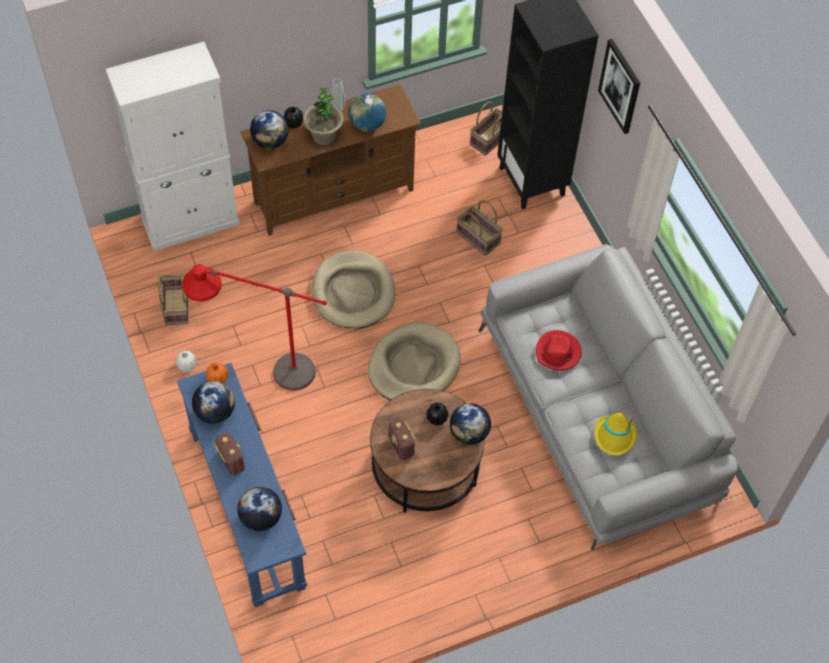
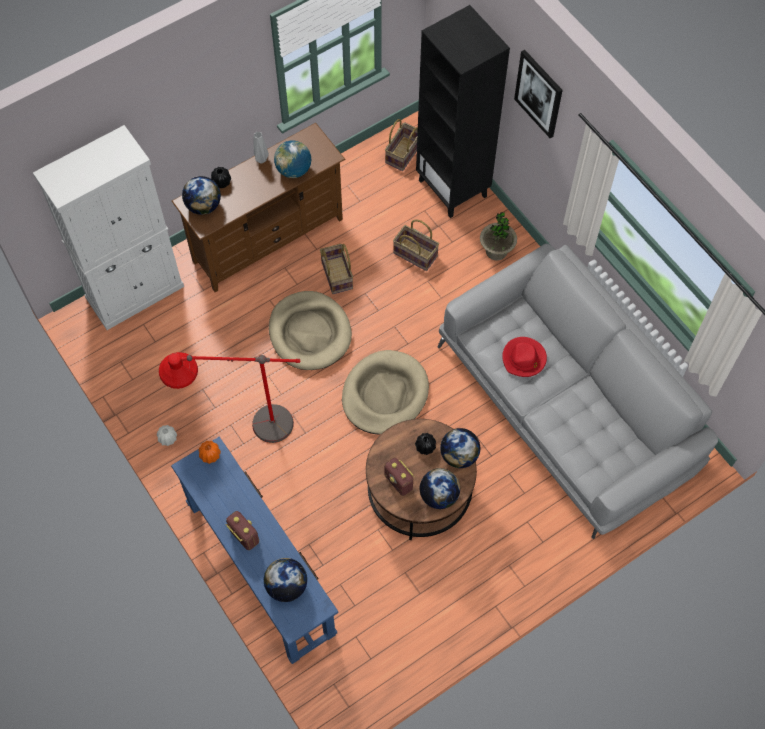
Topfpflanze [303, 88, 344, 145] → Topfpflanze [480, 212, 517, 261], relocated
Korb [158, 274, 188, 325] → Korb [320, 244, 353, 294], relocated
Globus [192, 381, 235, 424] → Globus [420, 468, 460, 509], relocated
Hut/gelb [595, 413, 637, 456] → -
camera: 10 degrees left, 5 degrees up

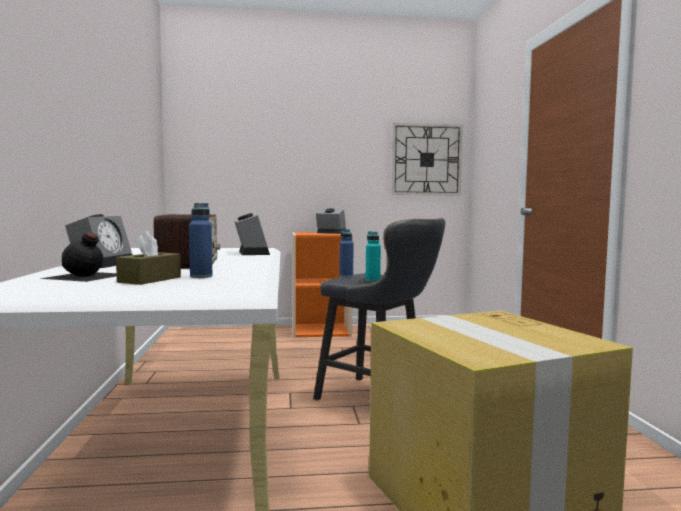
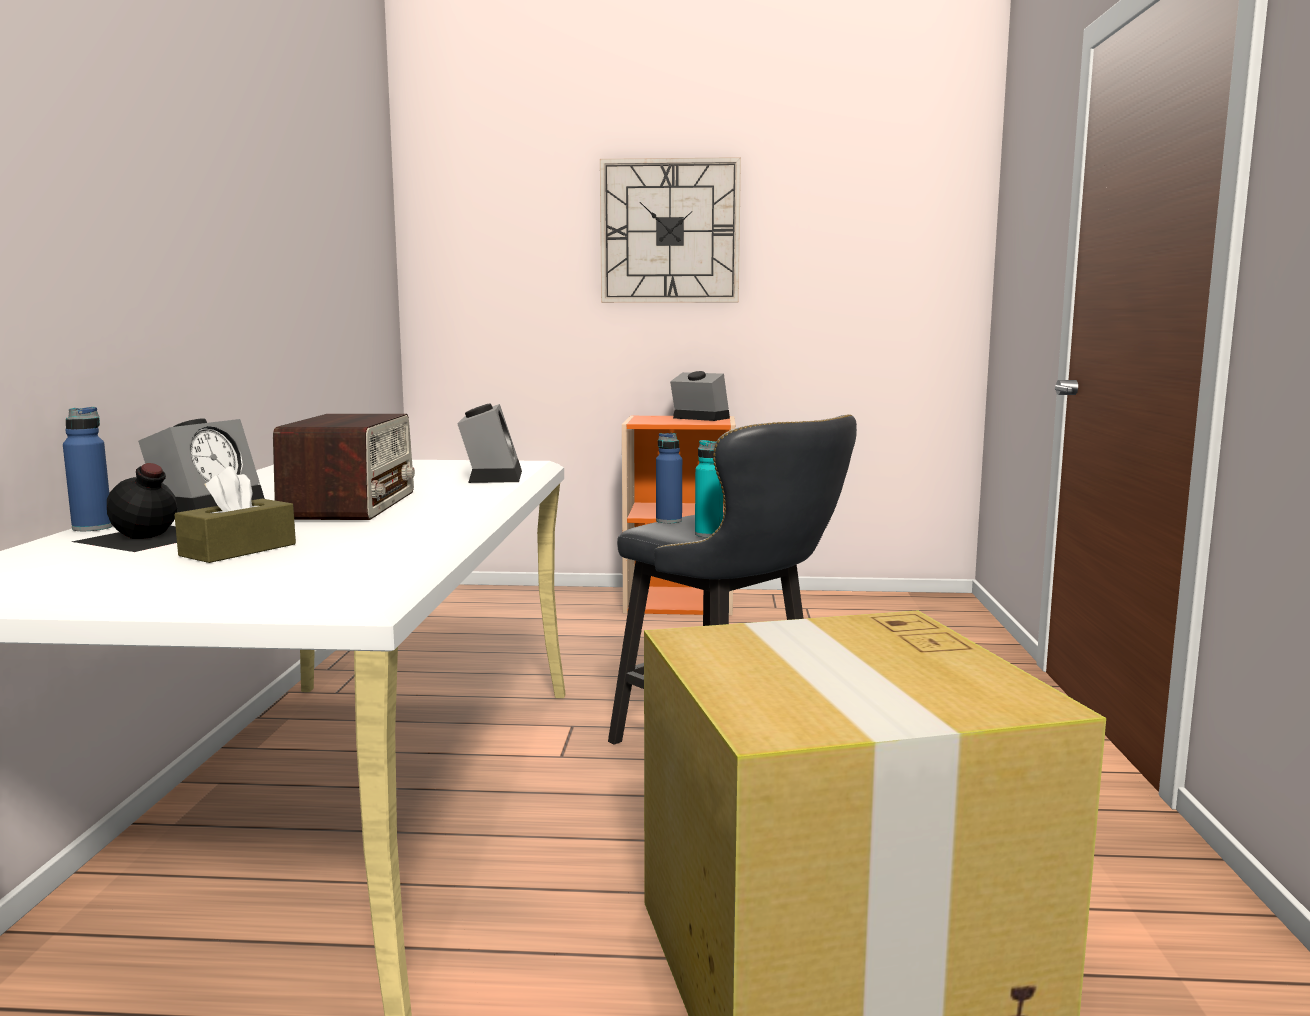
Wanduhr [392, 123, 463, 196] → Wanduhr [600, 157, 741, 303], relocated
Flasche/blau [189, 203, 213, 278] → Flasche/blau [63, 407, 113, 531], relocated
camera: 10 degrees right, 5 degrees up

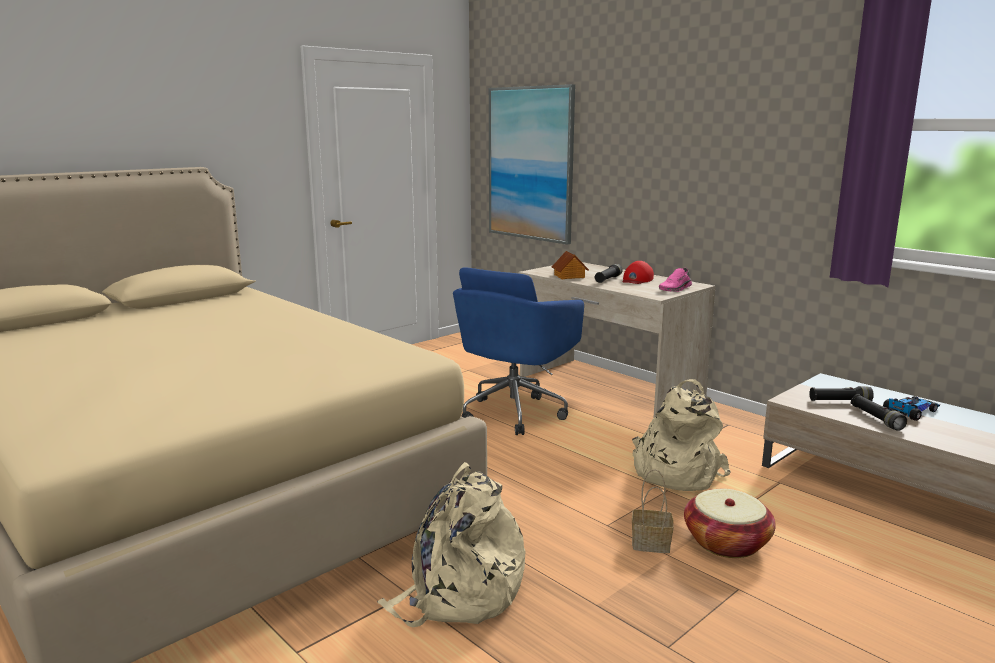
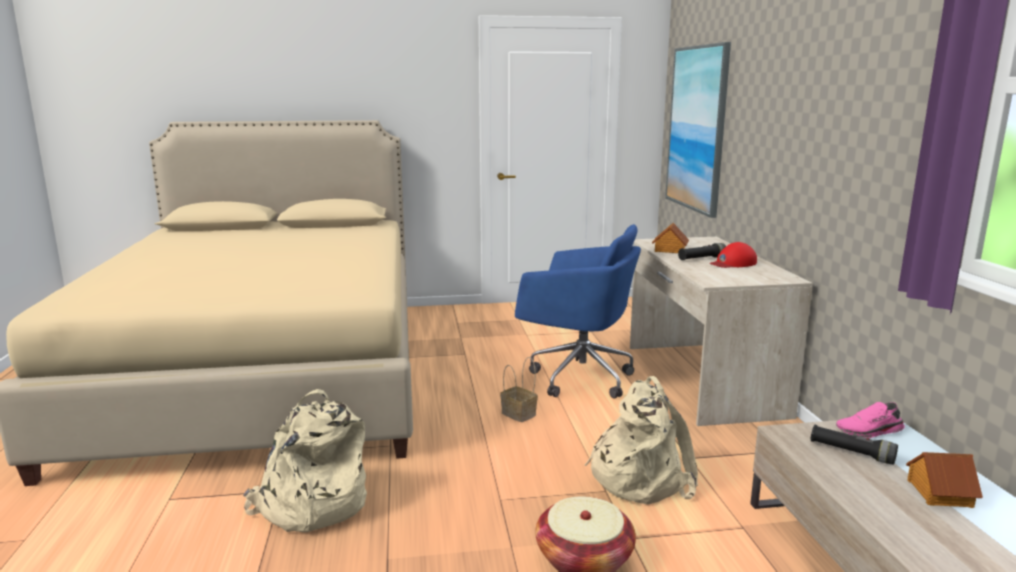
Bürostuhl/blau [453, 267, 584, 435] → Bürostuhl/blau [515, 224, 641, 398], 135 degrees counterclockwise
Schuh/rosa [659, 268, 692, 292] → Schuh/rosa [836, 402, 905, 438], relocated
Taschenlampe/schwarz [851, 394, 907, 431] → -
Spielzeugauto [883, 396, 940, 421] → Spielzeughaus [906, 452, 983, 508]
Korb [632, 469, 674, 553] → Korb [500, 357, 538, 422], relocated
camera: 35 degrees right, 0 degrees up

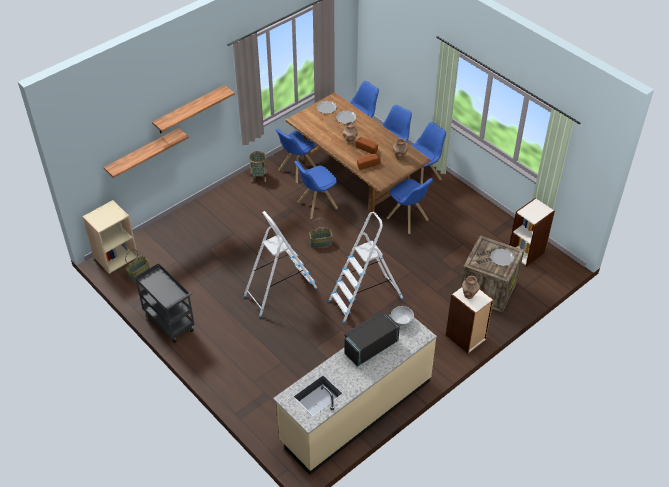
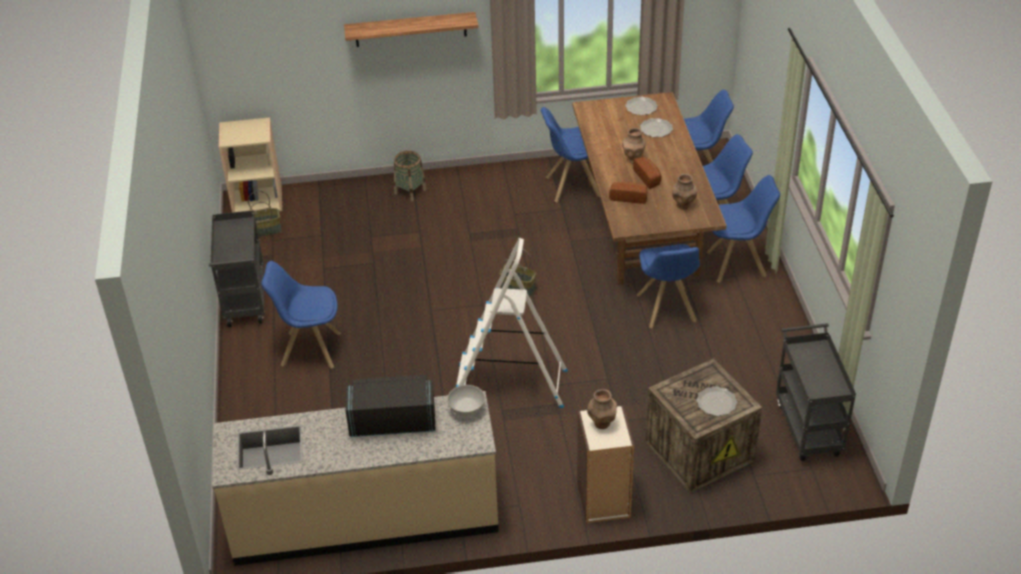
Wandregal [104, 128, 189, 178] → -
Korb [249, 151, 267, 182] → Korb [394, 151, 427, 202], relocated
Stuhl/blau [294, 160, 338, 219] → Stuhl/blau [261, 261, 341, 369], relocated
Bücherregal [510, 198, 555, 266] → Rollwagen/grau [776, 323, 856, 461]
Trittleiter/weiß [243, 211, 318, 318] → -
camera: 35 degrees right, 5 degrees down

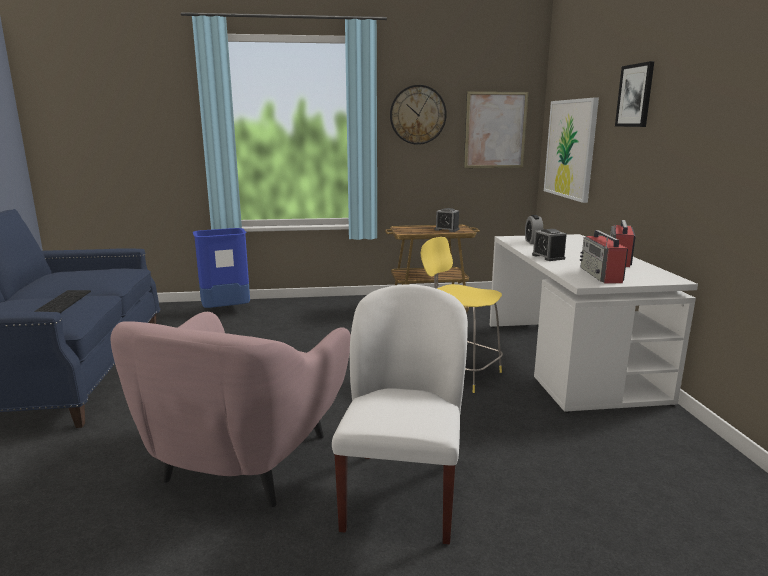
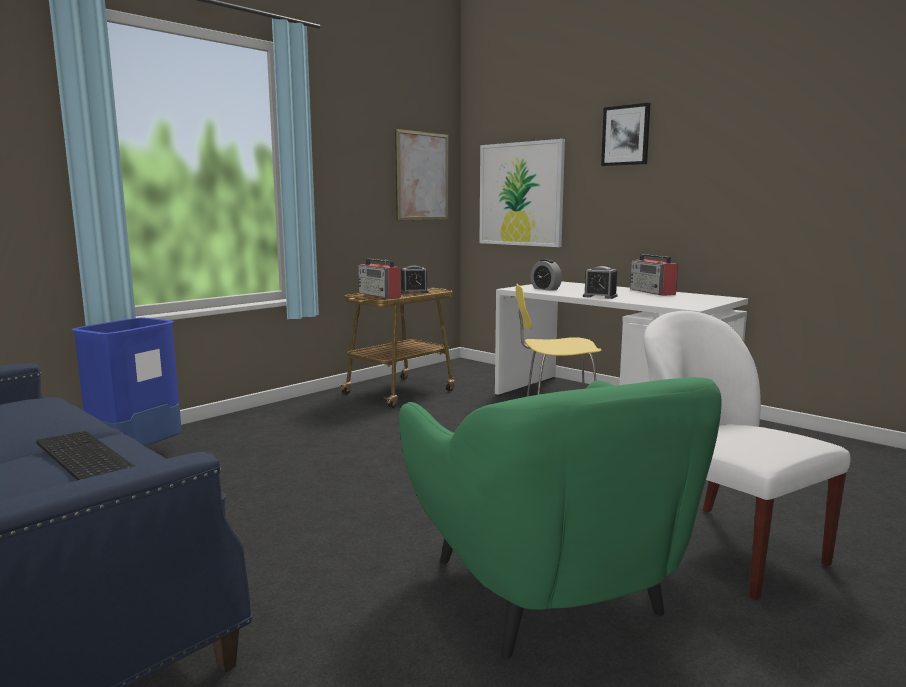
Wanduhr [390, 85, 447, 145] → -
Radio [580, 230, 628, 283] → Radio [358, 259, 401, 299], relocated
Sessel/rosa [111, 312, 351, 507] → Sessel/grün [399, 377, 722, 659]
camera: 40 degrees left, 5 degrees down

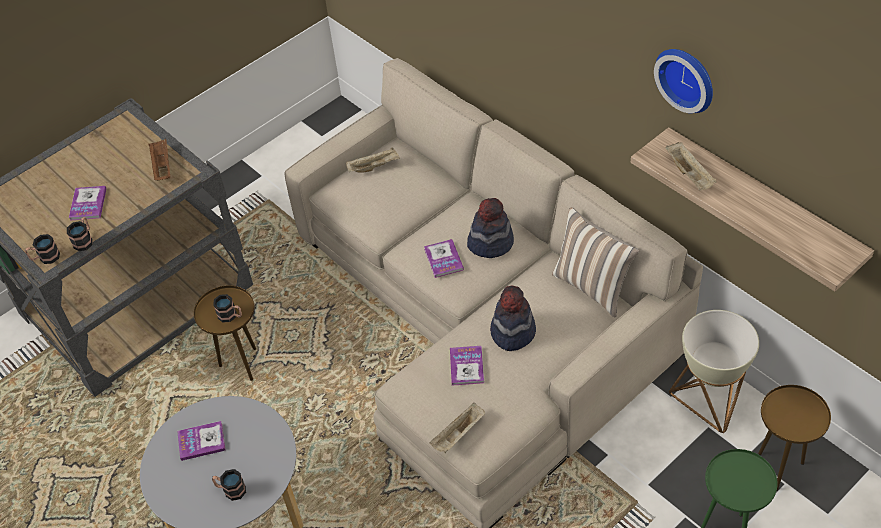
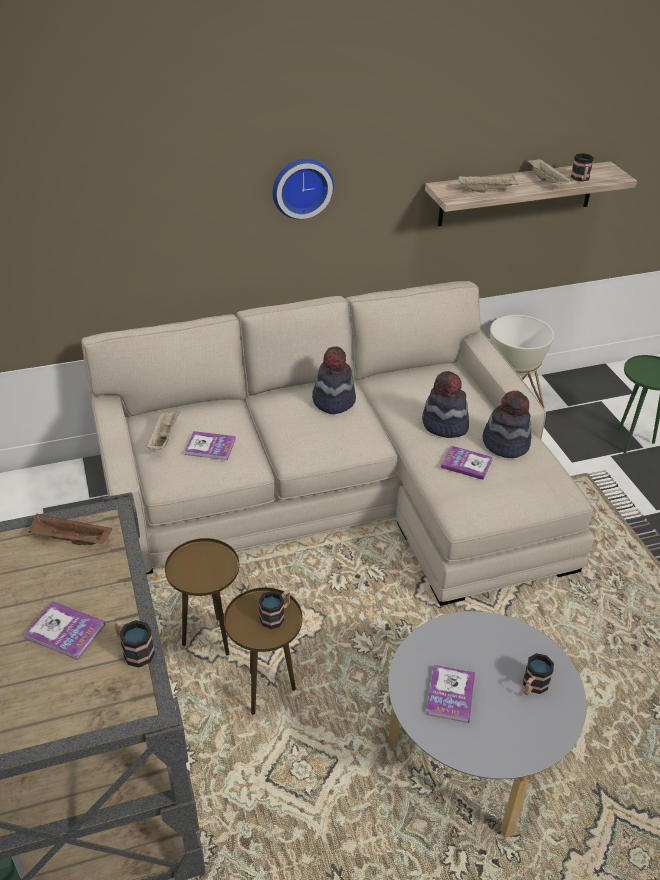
Wanduhr [654, 49, 713, 113] → Wanduhr [273, 158, 334, 219], relocated
Kissen [552, 207, 639, 318] → -
Henkelbecher [25, 234, 60, 264] → Henkelbecher [571, 153, 594, 182], relocated
Buch [424, 239, 464, 278] → Buch [185, 431, 236, 460], relocated
Beistelltisch/braun [758, 385, 831, 491] → Beistelltisch/braun [165, 538, 239, 656], relocated
Tablett/beige [429, 403, 485, 453] → Tablett/beige [528, 159, 571, 184], relocated
- → Hut [483, 391, 532, 458]
camera: 70 degrees left, 10 degrees down

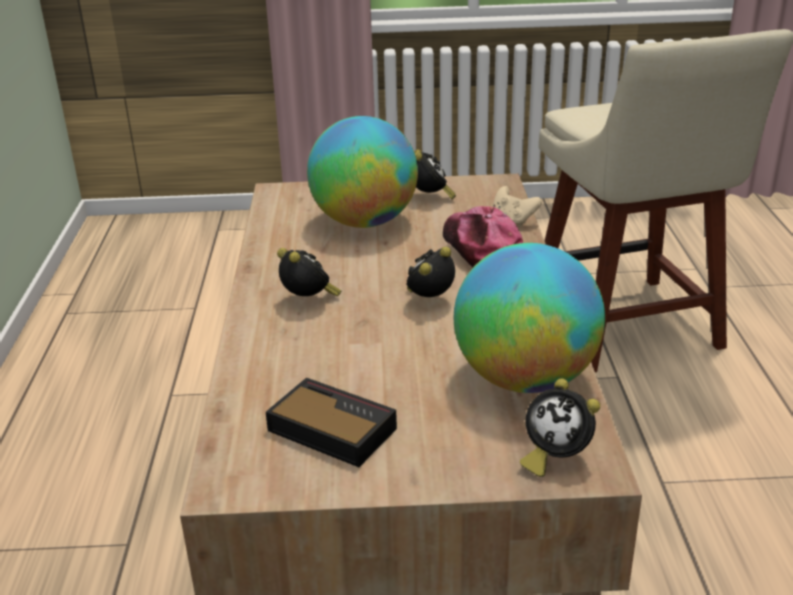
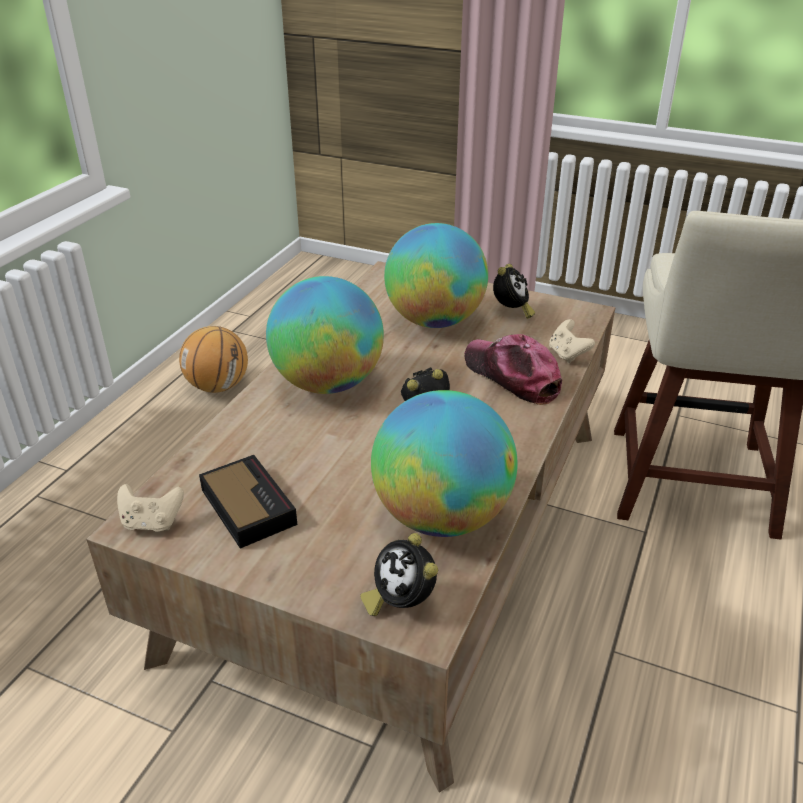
Kappe [443, 206, 523, 268] → Kappe [465, 334, 562, 405], 45 degrees counterclockwise
Wecker [277, 248, 341, 296] → Globus [266, 276, 384, 394]
- → Basketball [179, 326, 248, 393]
- → Gamepad/beige [117, 484, 184, 532]
camera: 25 degrees right, 5 degrees up

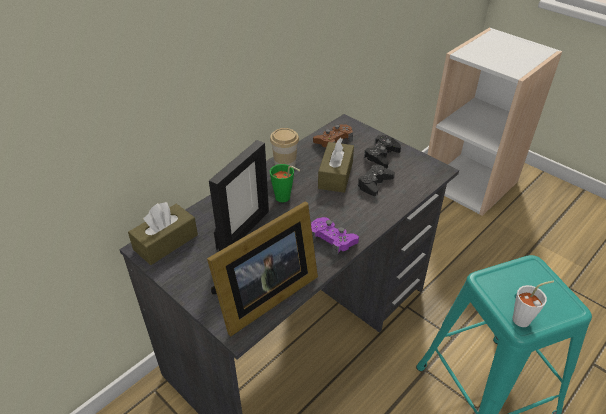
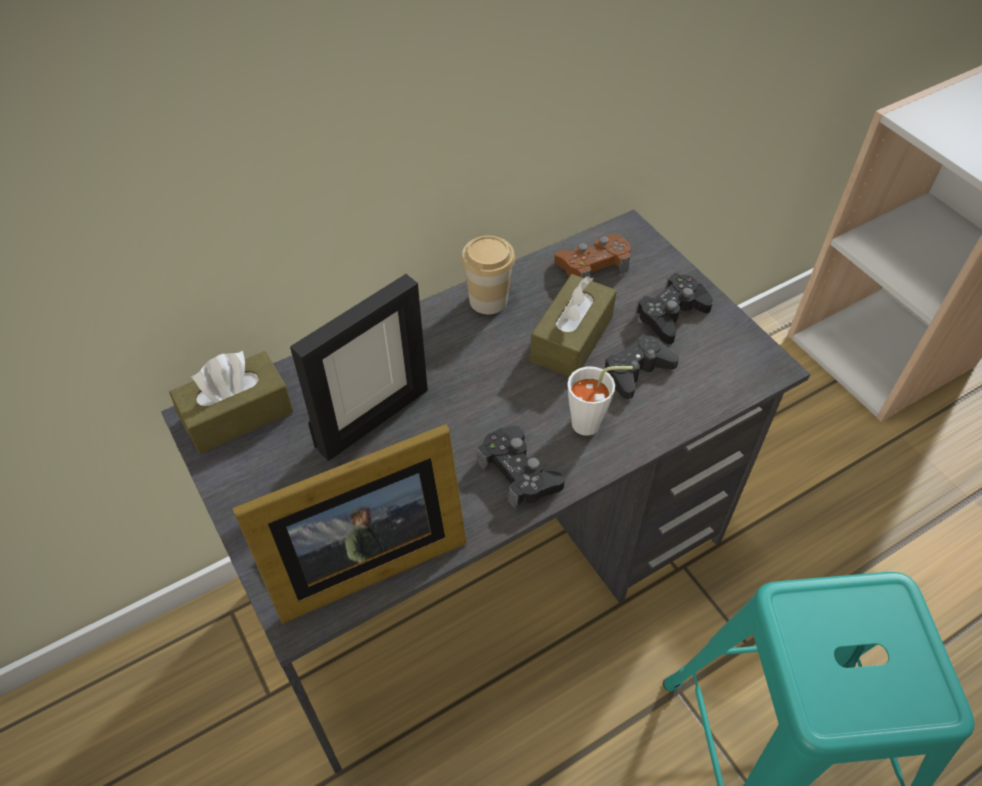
Tasse/grün [270, 164, 300, 202] → -
Gamepad/lila [311, 217, 359, 256] → Gamepad/schwarz [477, 426, 565, 509]
Tasse/weiß [512, 281, 554, 327] → Tasse/weiß [567, 366, 633, 436], relocated
camera: 15 degrees right, 10 degrees up

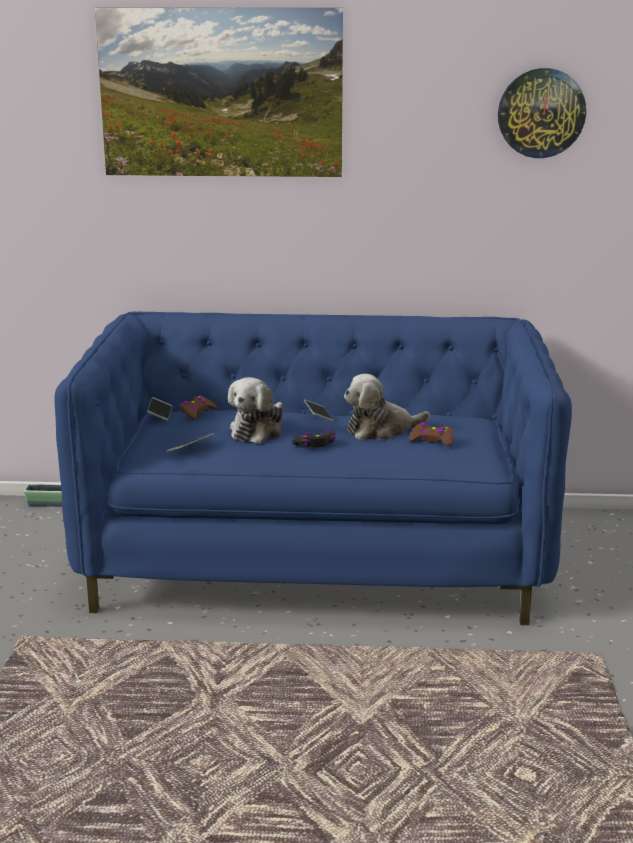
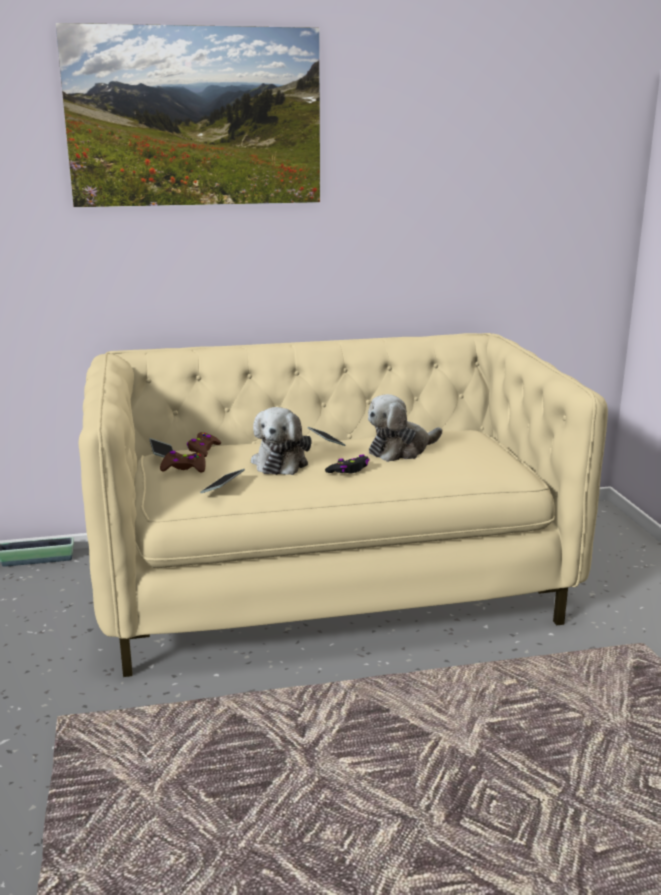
Wanduhr [498, 68, 586, 158] → -
Sofa/blau [54, 312, 572, 625] → Sofa/beige [79, 333, 608, 677]
Gamepad/braun [409, 422, 453, 446] → Gamepad/braun [160, 451, 206, 472], relocated
camera: 15 degrees left, 0 degrees up

